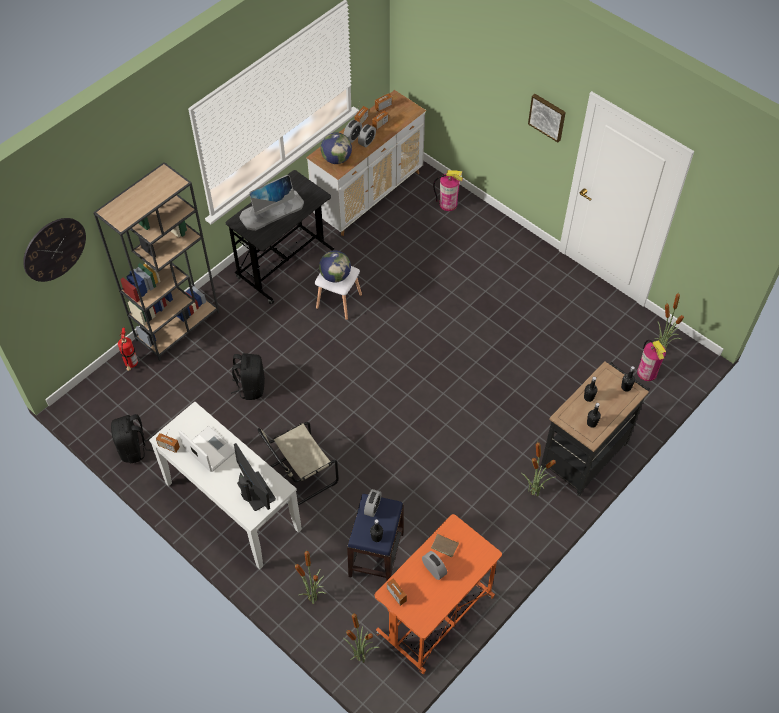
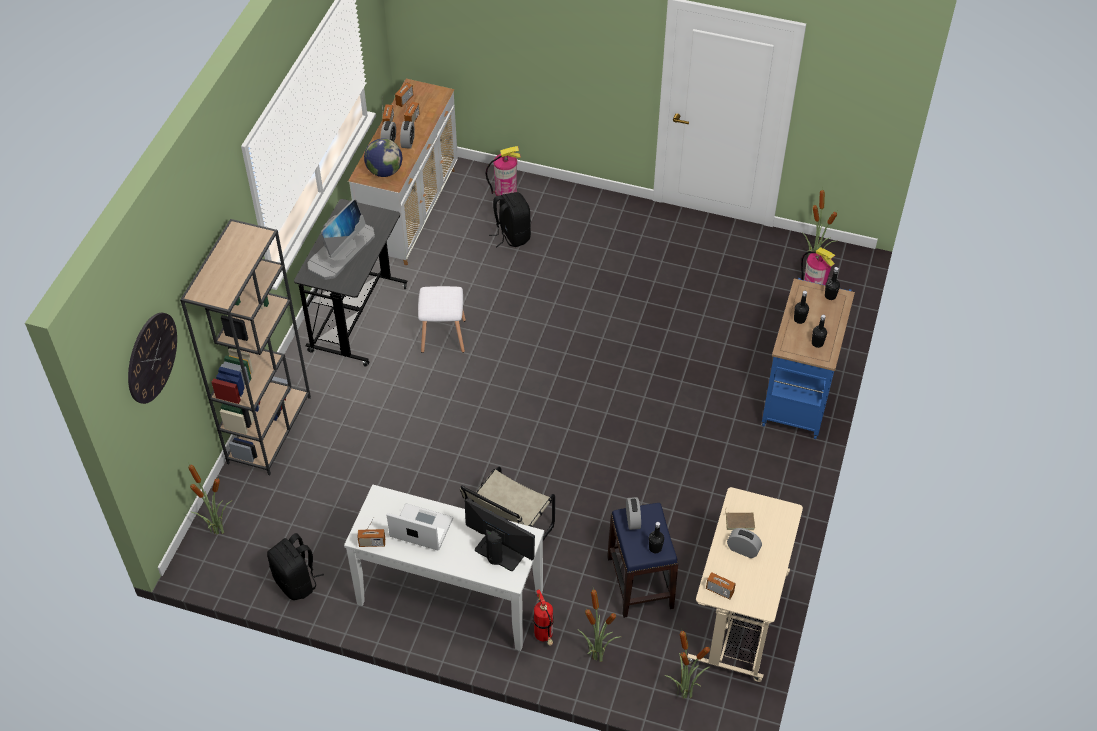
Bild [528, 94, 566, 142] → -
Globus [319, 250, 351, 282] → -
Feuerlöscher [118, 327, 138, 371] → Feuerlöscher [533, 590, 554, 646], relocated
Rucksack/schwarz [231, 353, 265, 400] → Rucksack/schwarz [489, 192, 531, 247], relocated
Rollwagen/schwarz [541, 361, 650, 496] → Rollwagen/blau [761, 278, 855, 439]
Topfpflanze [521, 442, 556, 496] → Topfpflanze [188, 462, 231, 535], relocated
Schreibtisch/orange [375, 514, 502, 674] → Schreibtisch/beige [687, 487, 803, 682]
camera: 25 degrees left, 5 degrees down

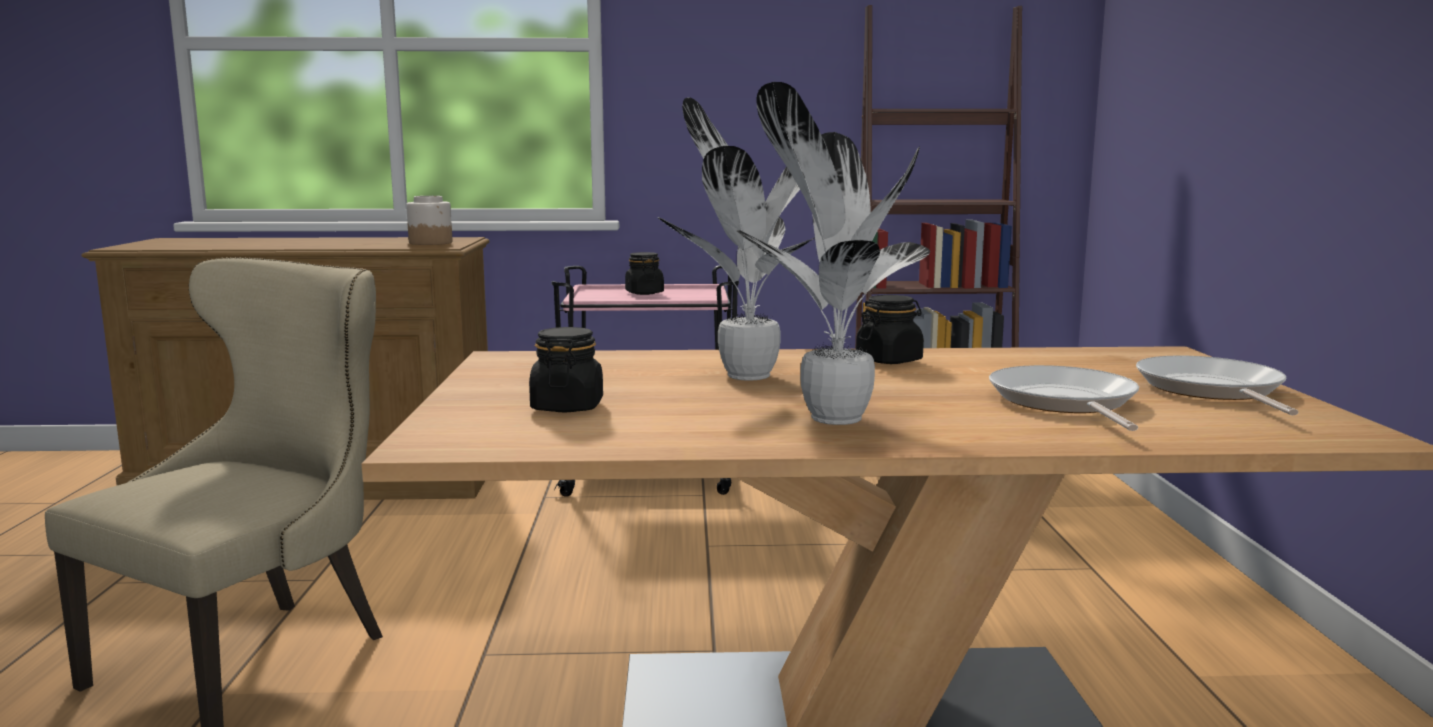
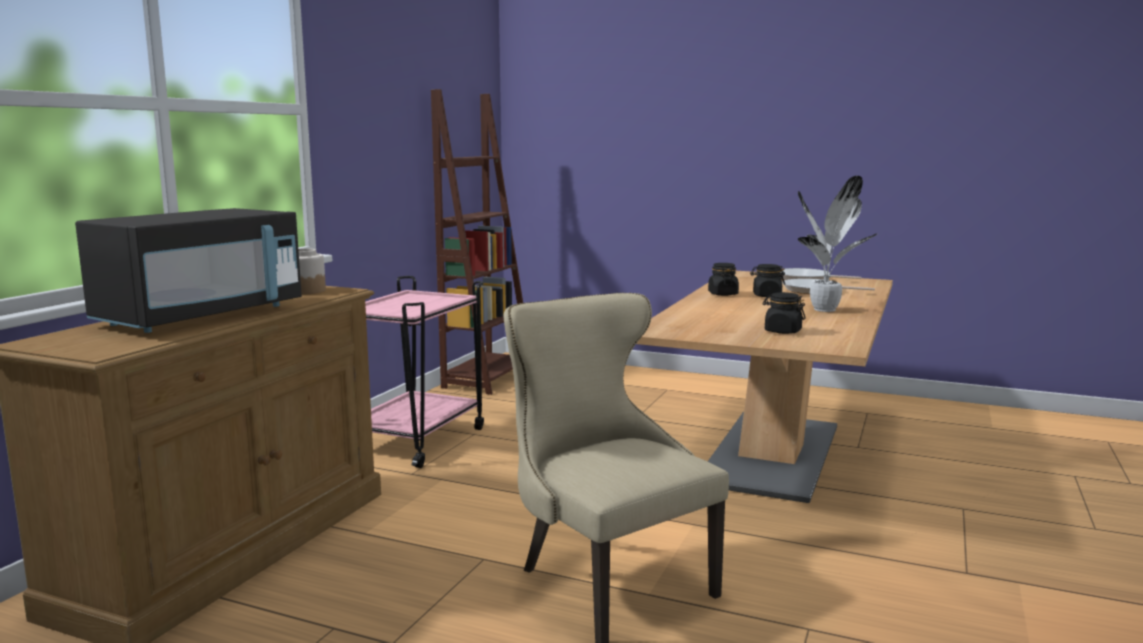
Topfpflanze [657, 98, 815, 381] → -
Vorratsglas/schwarz [625, 252, 664, 295] → Vorratsglas/schwarz [750, 264, 785, 297], relocated
- → Mikrowelle/schwarz [75, 208, 302, 333]
camera: 65 degrees left, 0 degrees up

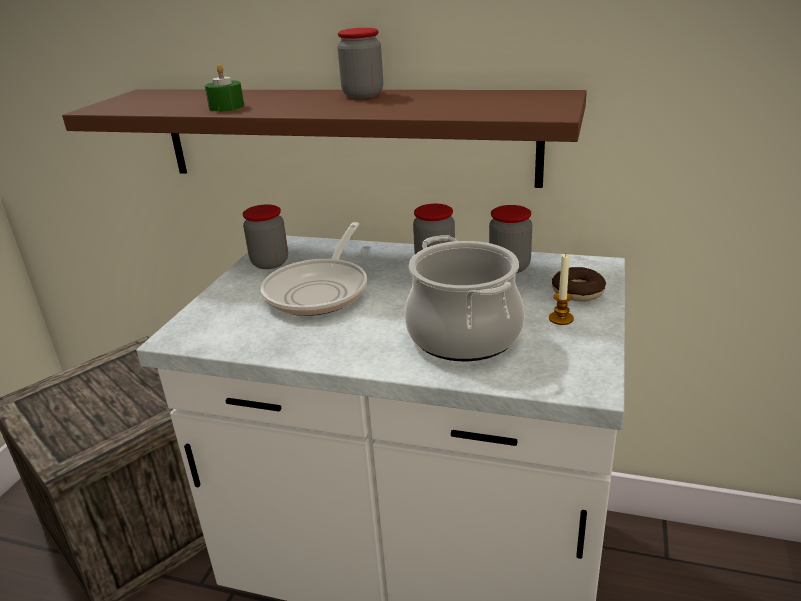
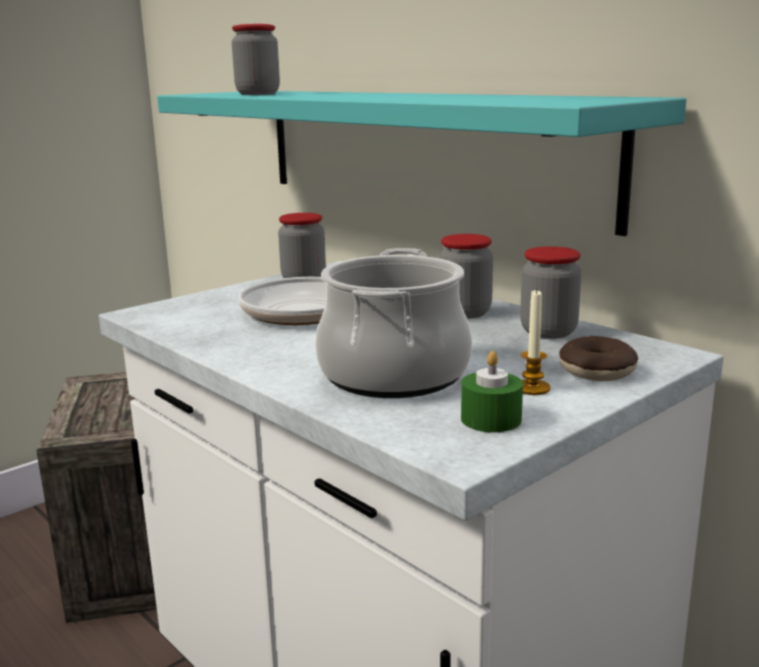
Vorratsglas [337, 28, 383, 99] → Vorratsglas [232, 24, 280, 95], relocated
Kerze/grün [205, 64, 244, 112] → Kerze/grün [461, 351, 523, 432], relocated
Wandregal/braun [62, 90, 587, 188] → Wandregal/türkis [157, 91, 686, 236]
camera: 30 degrees right, 10 degrees down

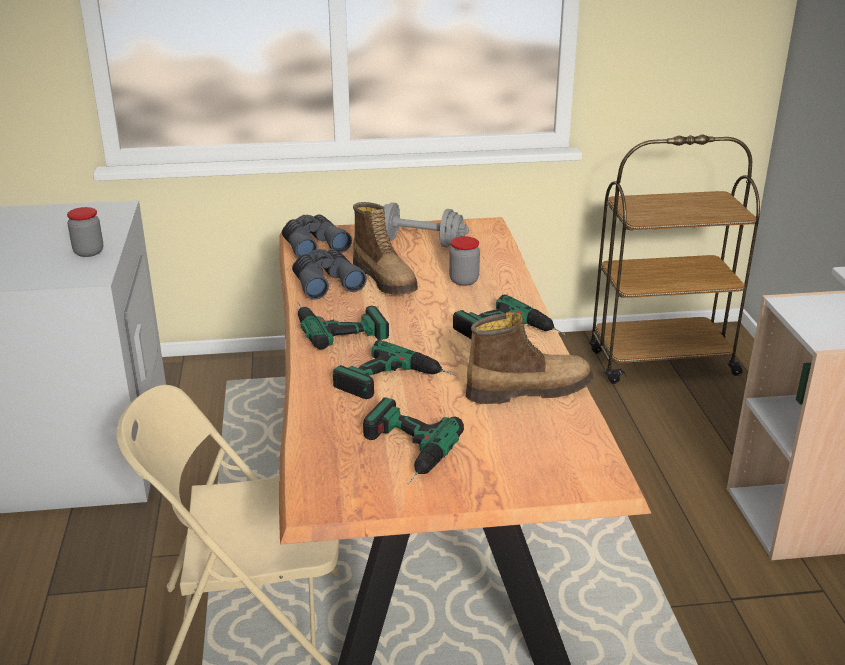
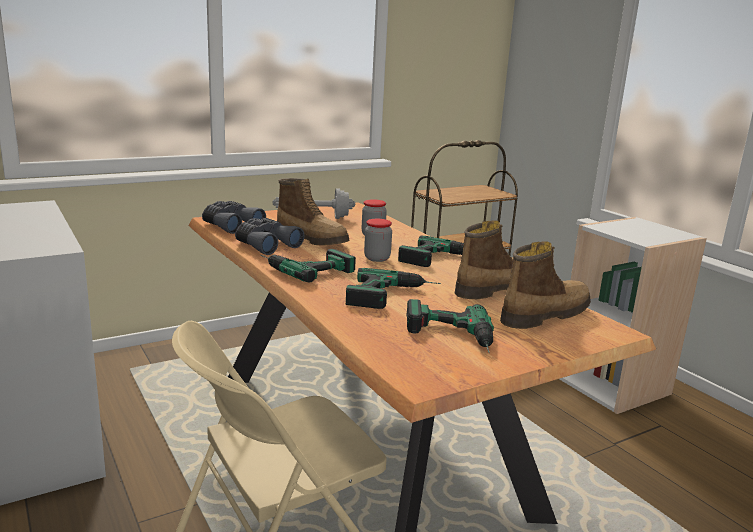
Vorratsglas [67, 207, 103, 257] → Vorratsglas [364, 219, 392, 262], relocated
- → Stiefel [500, 241, 591, 329]
camera: 25 degrees left, 10 degrees down

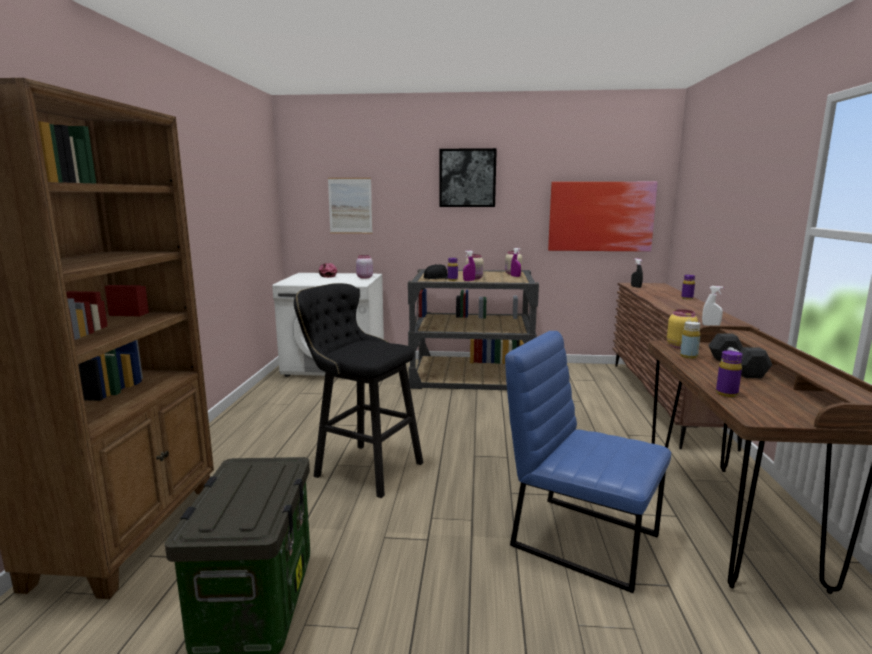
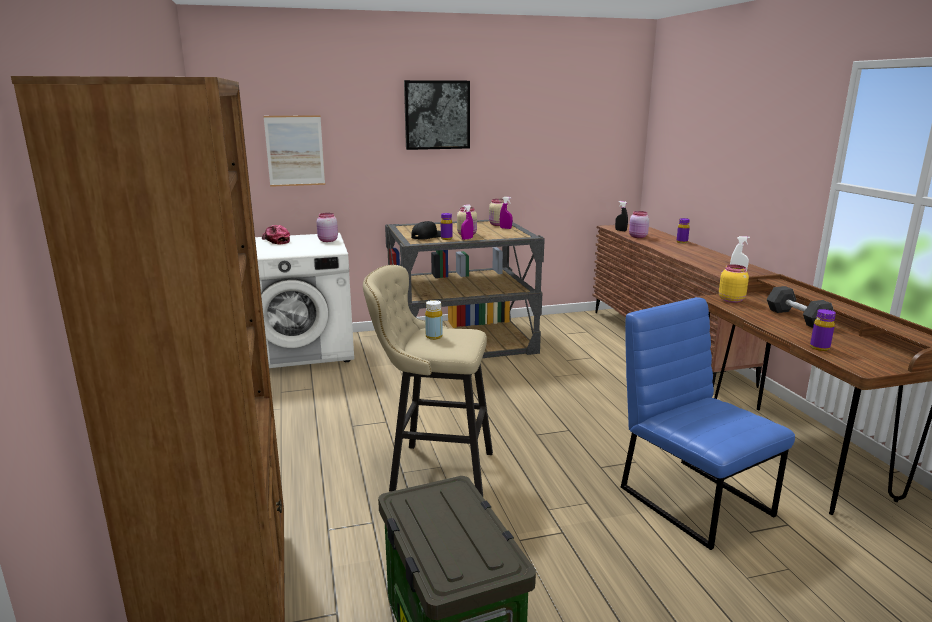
Bild [548, 182, 658, 252] → -
Hocker/schwarz [294, 283, 423, 498] → Hocker/beige [363, 265, 493, 496]
Flasche/gelb [680, 321, 701, 359] → Flasche/gelb [425, 300, 443, 340], relocated
Stuhl/blau [505, 331, 671, 593] → Stuhl/blau [621, 297, 795, 550], 45 degrees clockwise
- → Vorratsglas/rosa [629, 211, 649, 238]
camera: 20 degrees left, 5 degrees up

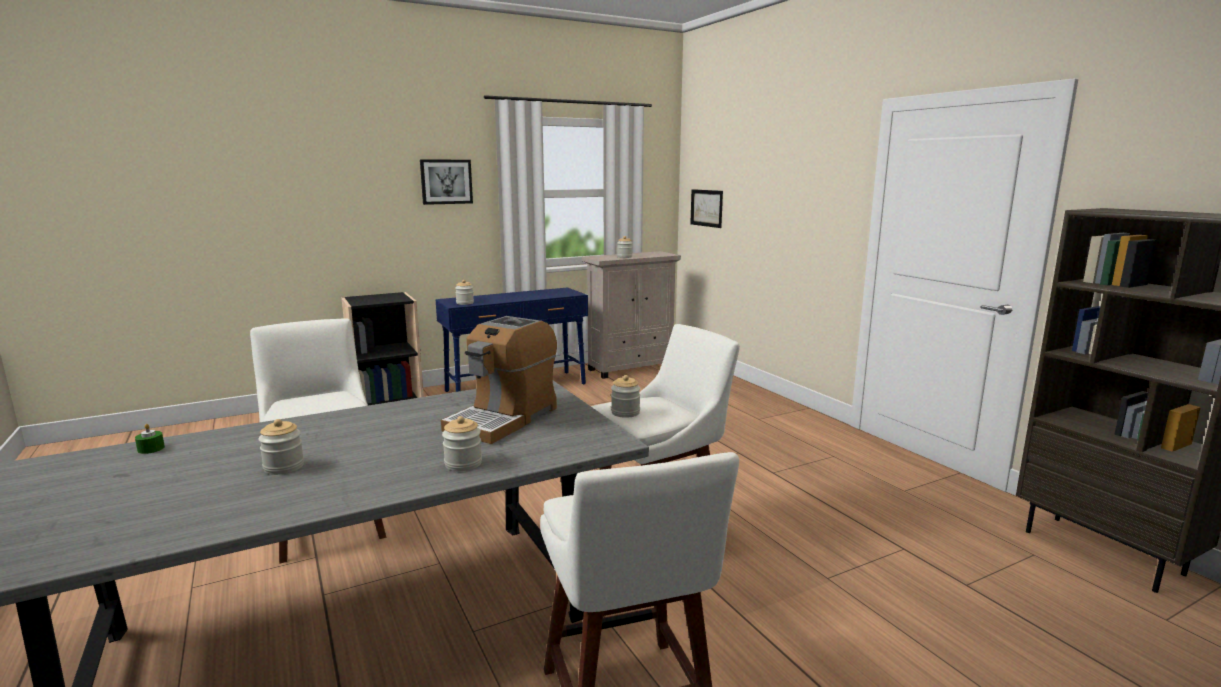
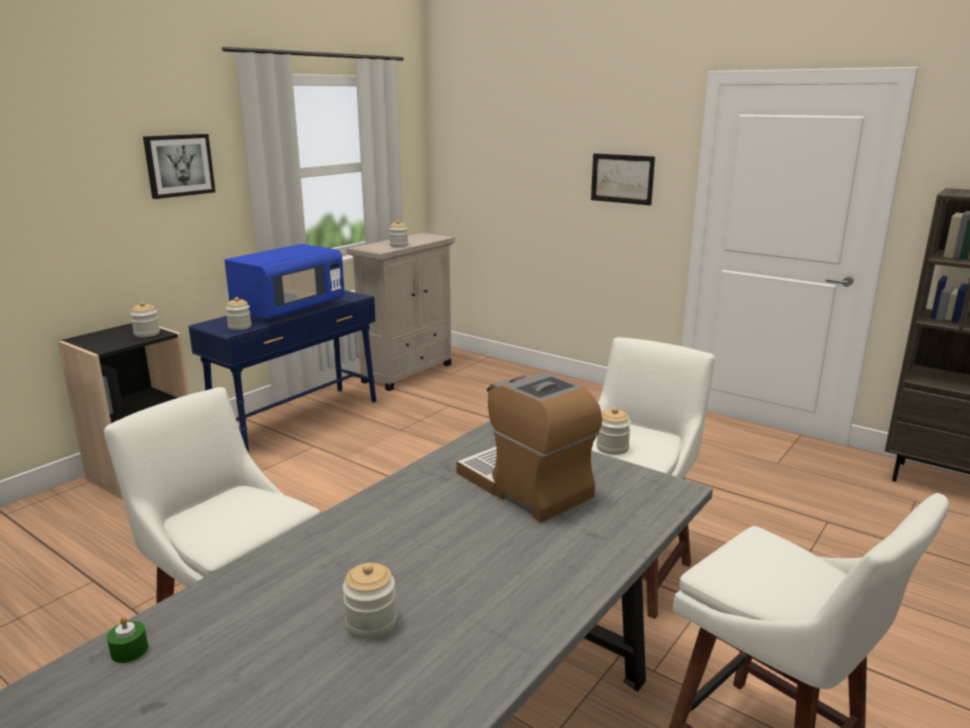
Bild [690, 189, 723, 228] → Bild [591, 153, 655, 205], relocated
Kaffeemaschine [441, 316, 557, 444] → Kaffeemaschine [456, 372, 602, 523], 135 degrees clockwise
Vorratsglas [442, 416, 482, 471] → Vorratsglas [130, 302, 160, 337], relocated
- → Mikrowelle/blau [224, 244, 345, 321]
camera: 25 degrees left, 5 degrees up

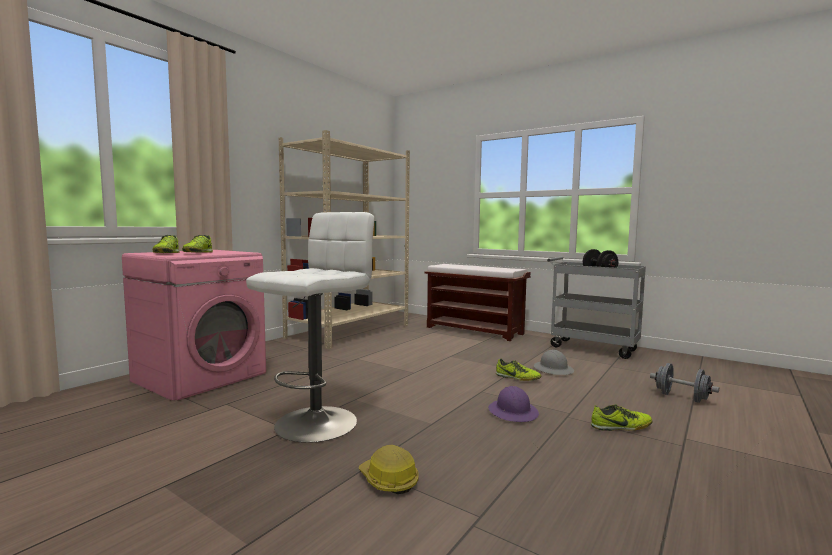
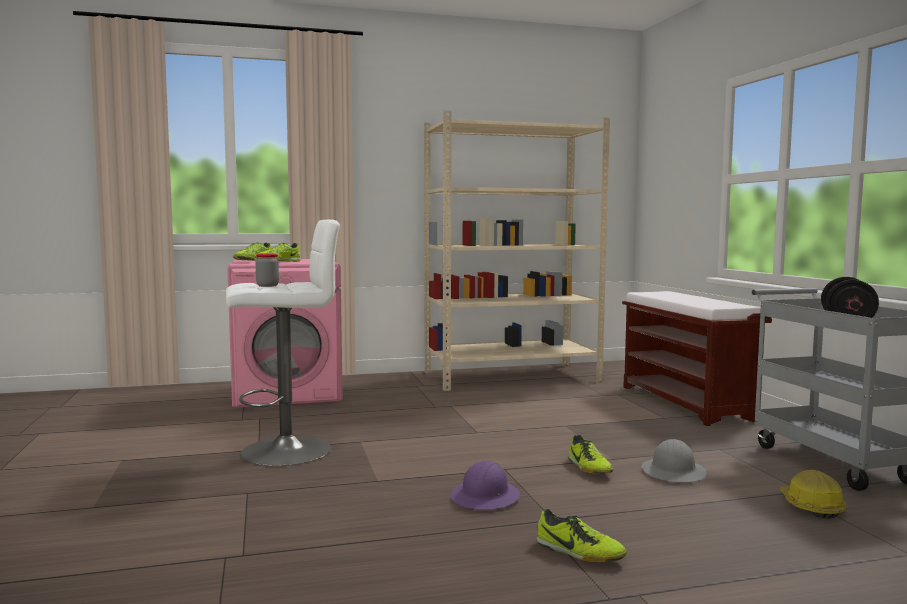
Hantel/grau [650, 363, 719, 403] → -
Schutzhelm [359, 445, 418, 494] → Schutzhelm [779, 470, 847, 519], relocated
- → Vorratsglas [256, 253, 279, 287]
camera: 40 degrees right, 0 degrees up

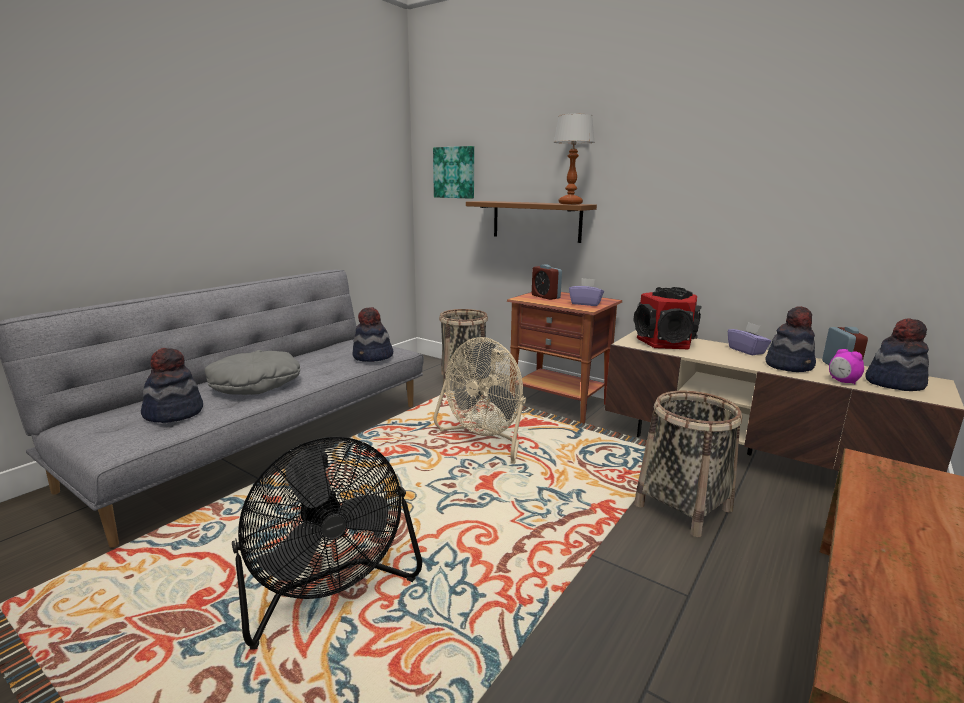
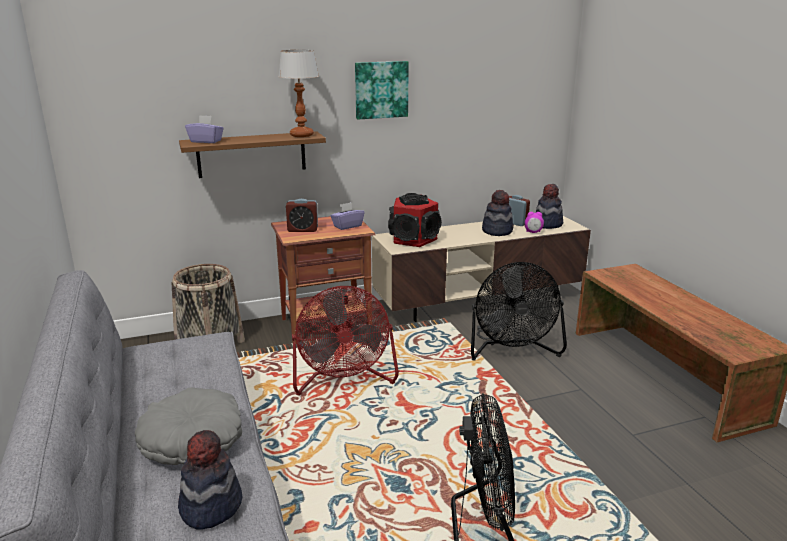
Bild [433, 146, 474, 199] → Bild [355, 61, 409, 120], relocated
Hut [353, 307, 393, 362] → -
Taschentuchbox/lila [728, 322, 771, 355] → Taschentuchbox/lila [185, 115, 224, 143], relocated
Ventilator/beige [434, 337, 526, 464] → Ventilator/rot [292, 286, 399, 396]
Korb [634, 391, 742, 537] → Ventilator/schwarz [471, 262, 567, 361]
camera: 55 degrees left, 5 degrees up

